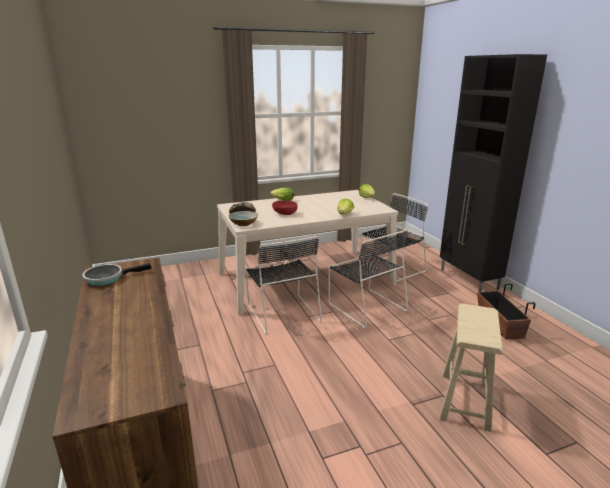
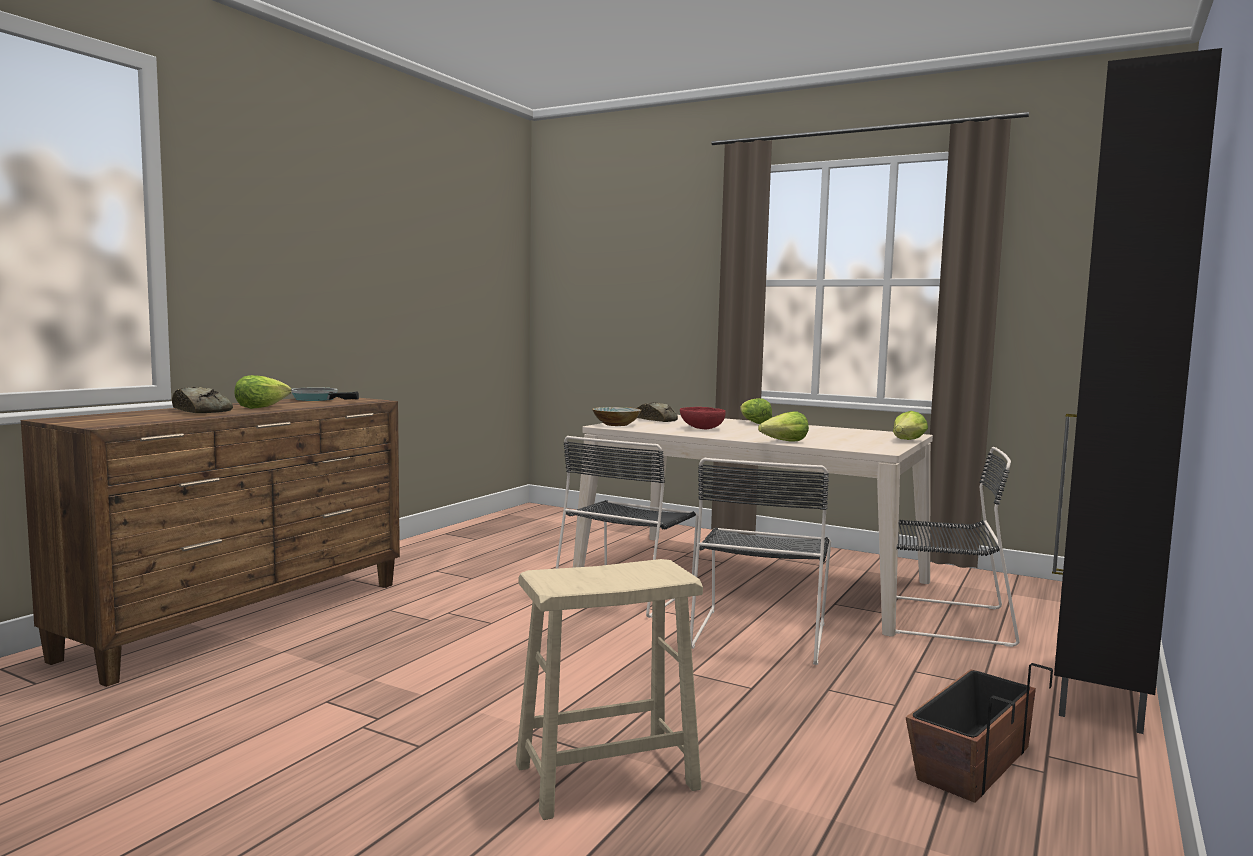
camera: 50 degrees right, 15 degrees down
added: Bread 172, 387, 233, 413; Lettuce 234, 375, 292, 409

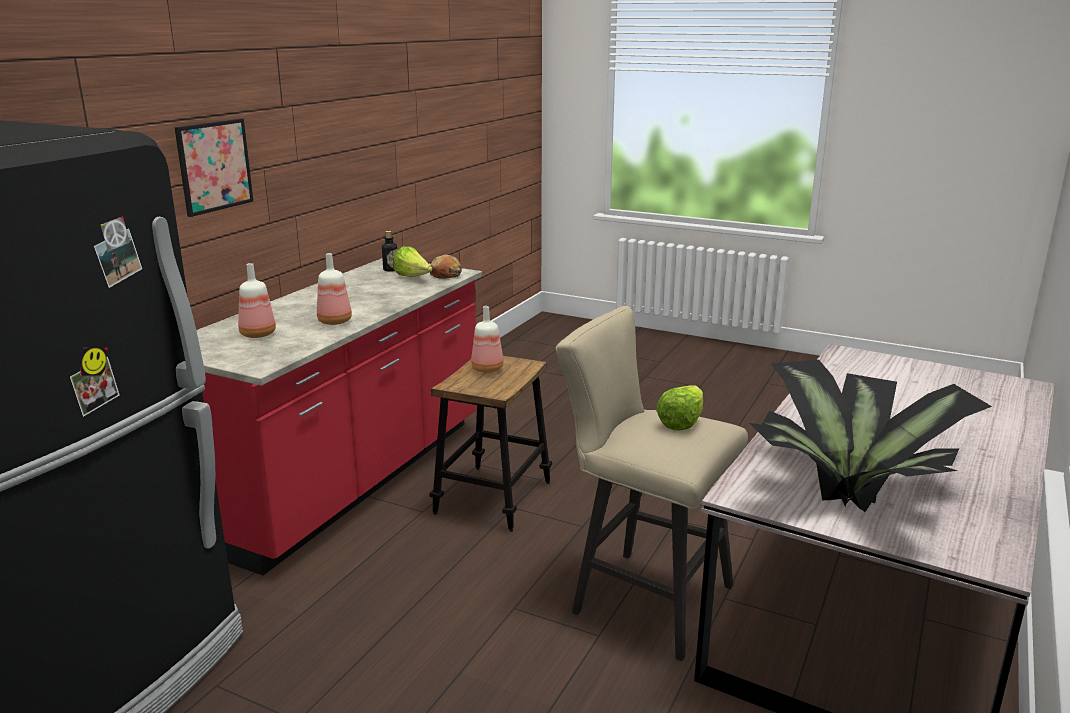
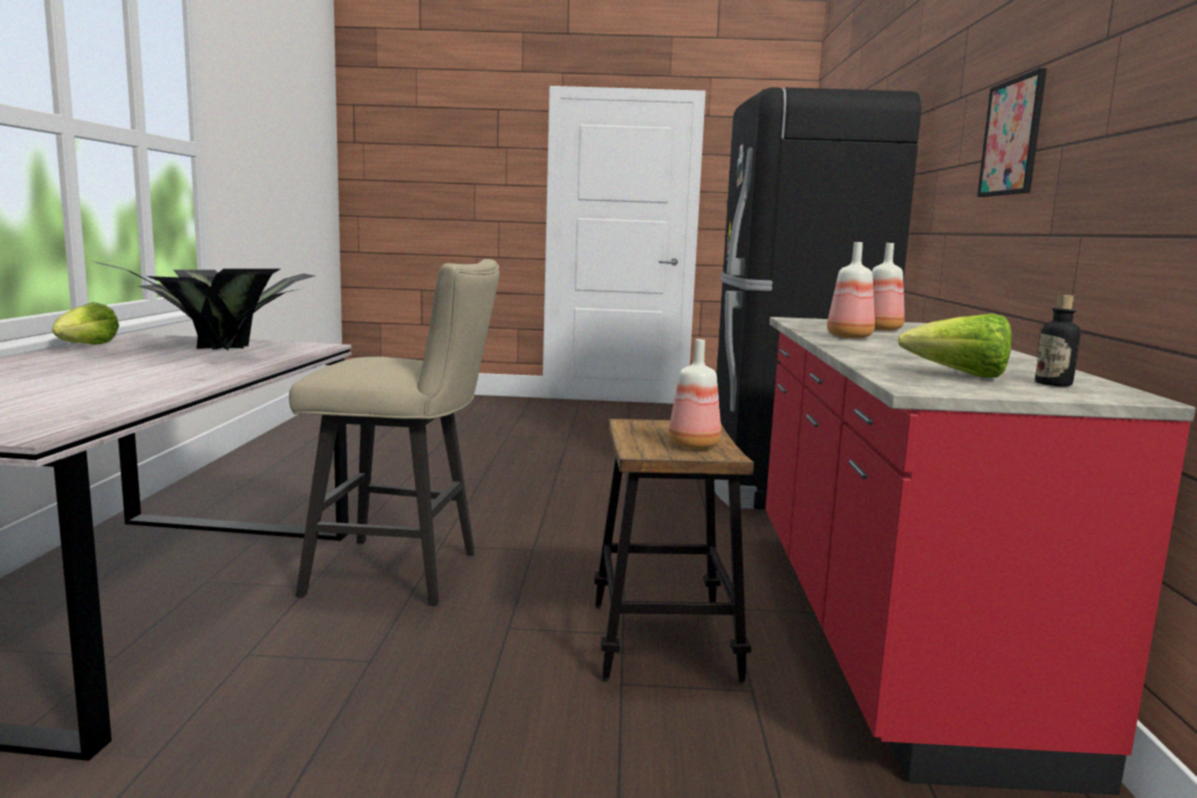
camera: 155 degrees right, 10 degrees down
removed: Bread 430, 255, 462, 279
moved: Lettuce 656, 385, 703, 430 to 52, 302, 119, 345

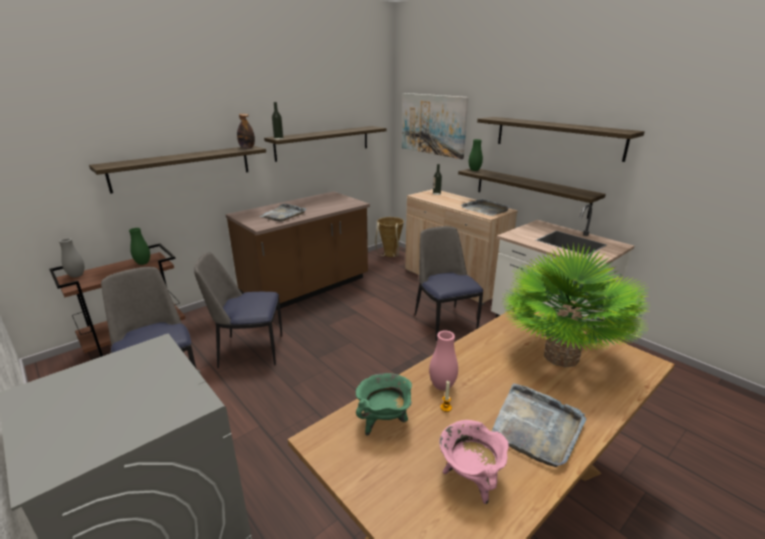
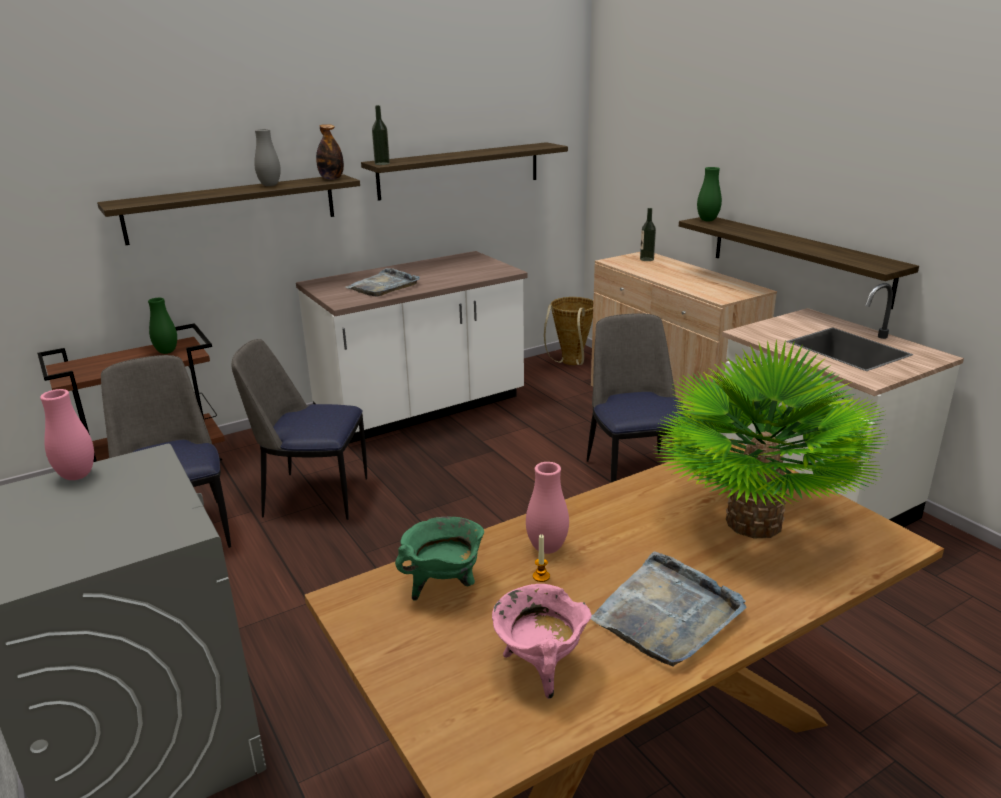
camera: 10 degrees right, 0 degrees up
removed: Picture 402, 93, 469, 159; GreyTray 460, 199, 510, 216; Shelf 477, 117, 645, 162
added: PinkVase 40, 389, 94, 480
moved: GreyVase 59, 238, 84, 277 to 254, 129, 281, 186
recoloured: BrownCounter 225, 191, 370, 310 to WhiteCounter 296, 251, 528, 443

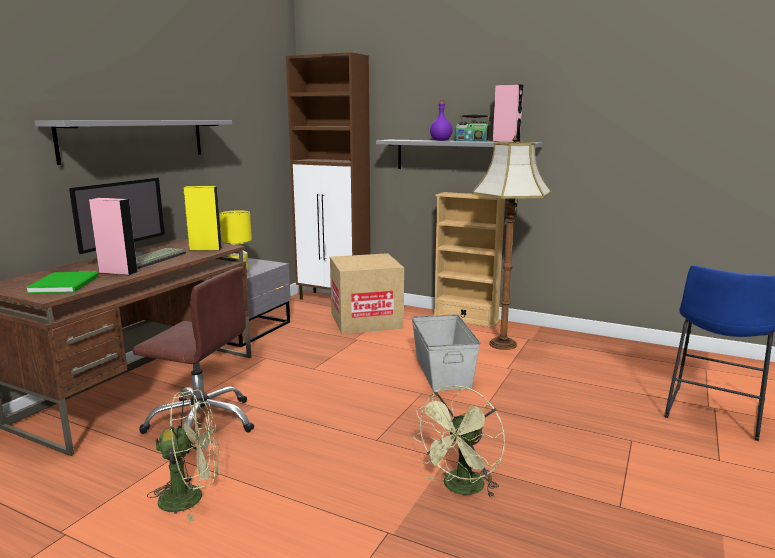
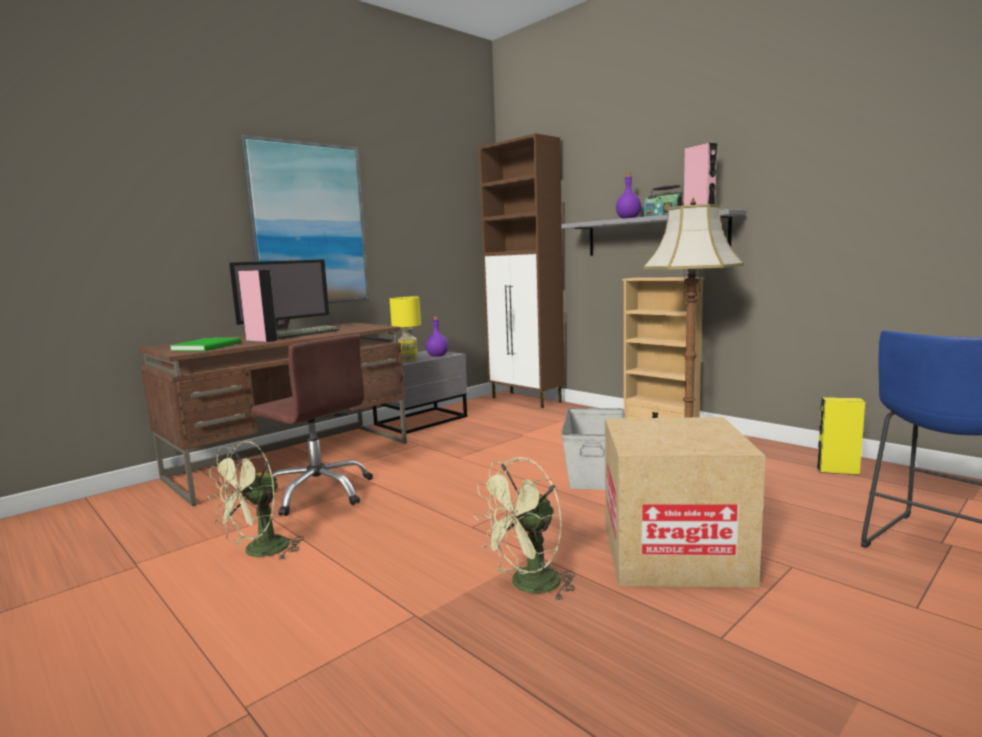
camera: 20 degrees right, 5 degrees down
added: PurpleBottle 426, 316, 449, 357
moved: YellowSpeaker 183, 186, 222, 251 to 817, 397, 865, 475; CardboardBox 330, 253, 404, 334 to 605, 417, 765, 588
replaced: GreyShelf 35, 120, 232, 165 to Picture 240, 135, 370, 304
turned: GreenFan 147, 390, 220, 522 = 208, 441, 304, 560 120 degrees clockwise

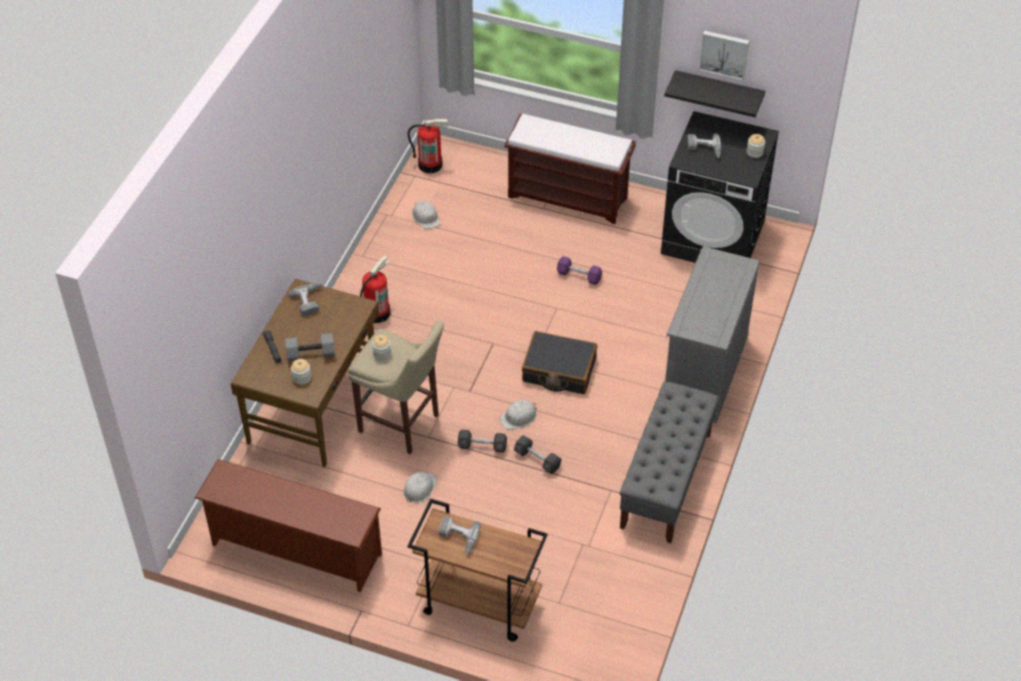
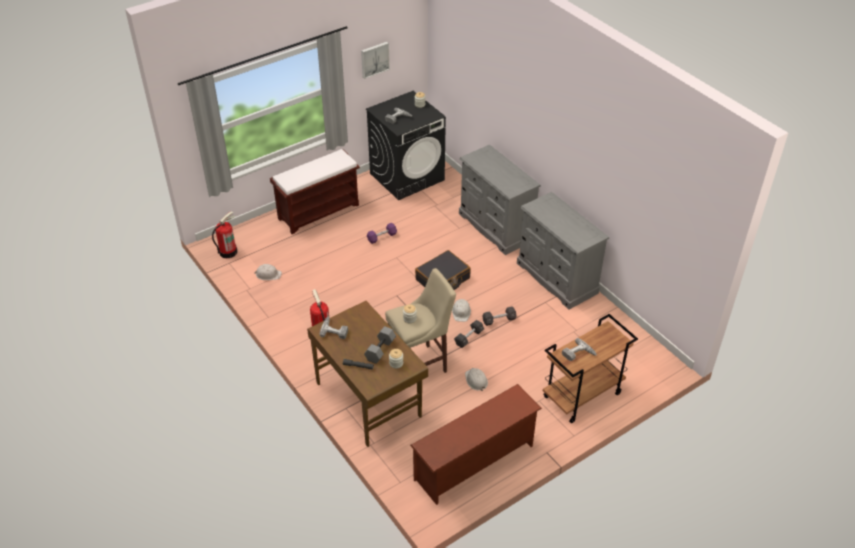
camera: 55 degrees left, 5 degrees down
removed: BlackShelf 664, 70, 765, 117
replaced: GreyBench 620, 381, 719, 543 to GreyDresser 517, 192, 609, 310

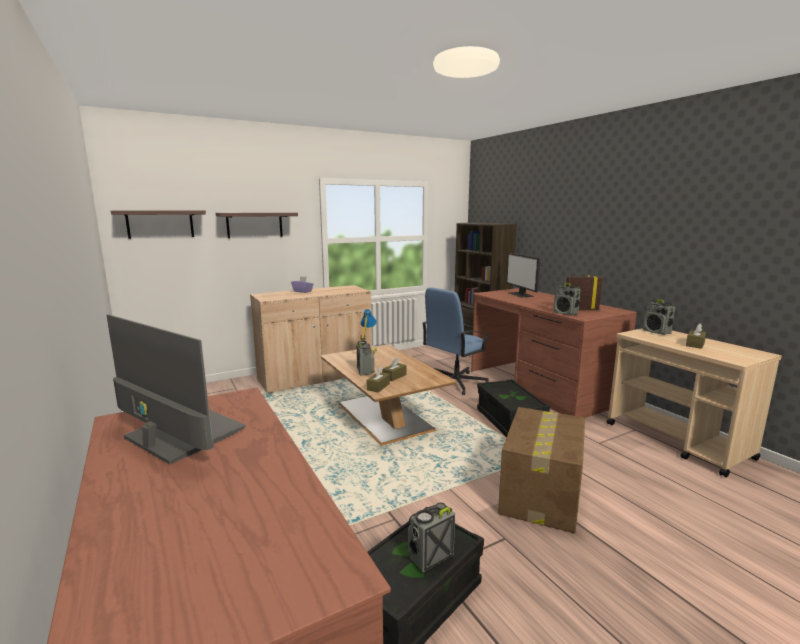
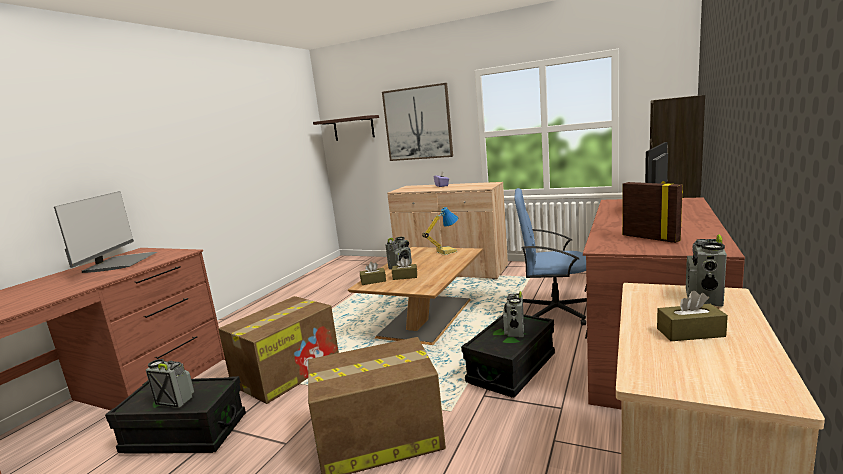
camera: 55 degrees right, 0 degrees up
added: CardboardBox 218, 296, 339, 404
moved: Radio 553, 283, 581, 315 to 503, 291, 524, 338
replaced: Shelf 216, 212, 298, 238 to Picture 382, 83, 453, 161

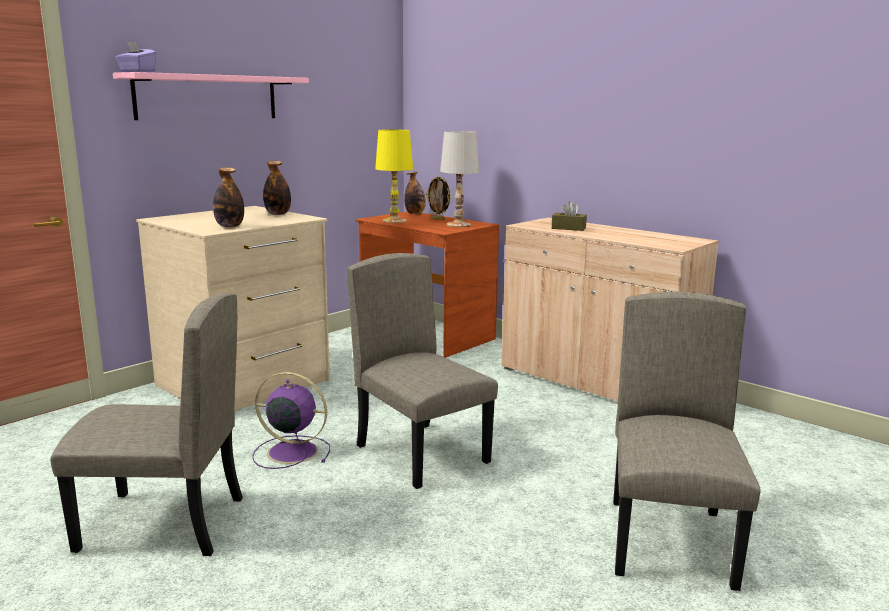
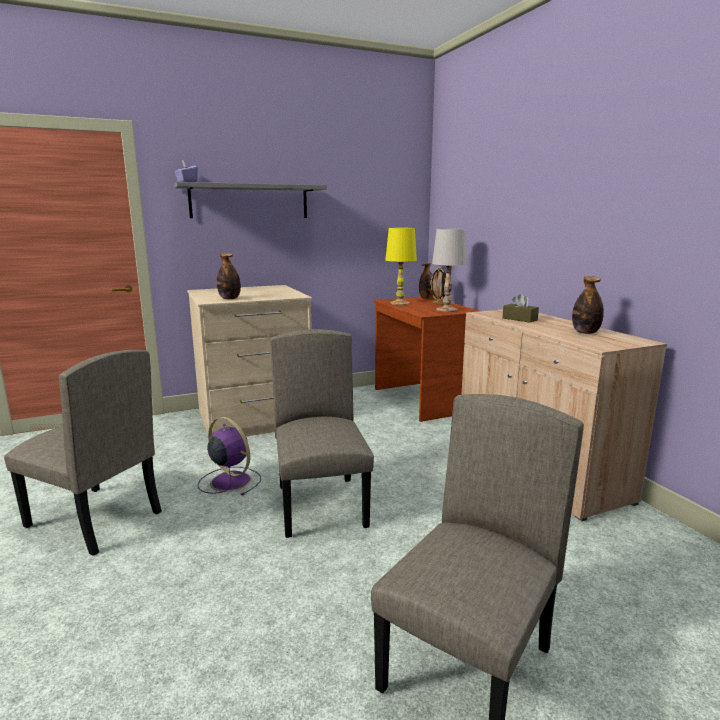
camera: 25 degrees right, 0 degrees up
moved: Bottle 263, 161, 291, 215 to 572, 276, 604, 334
recoloured: PinkShelf 113, 72, 309, 120 to GreyShelf 174, 182, 327, 218

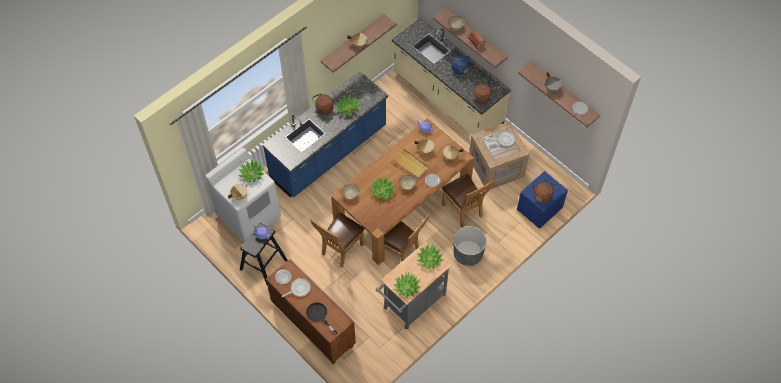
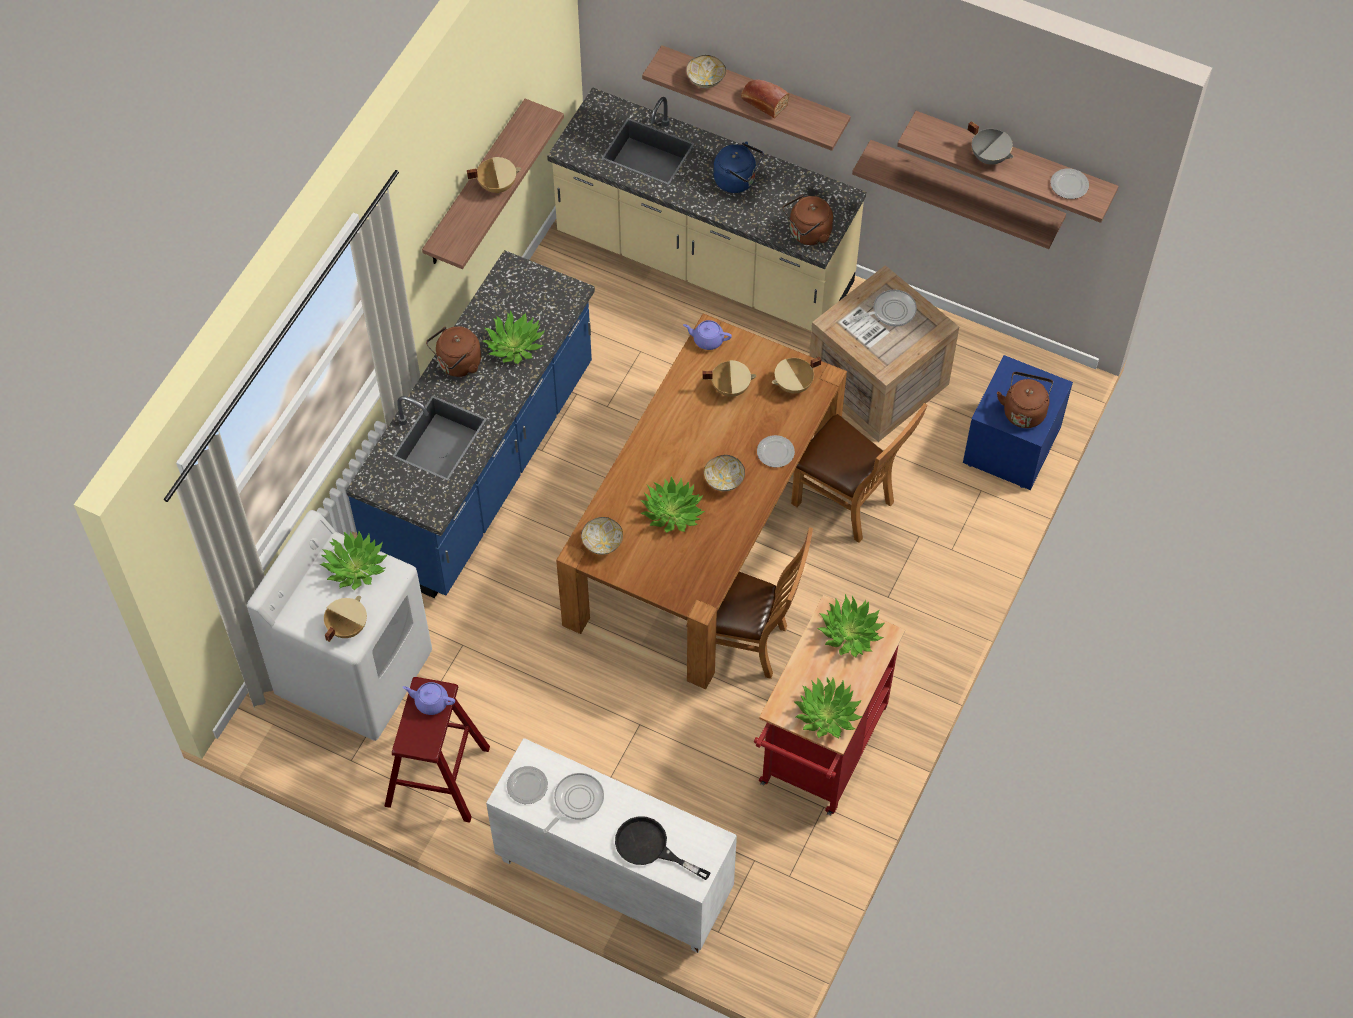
camera: 20 degrees left, 0 degrees up
removed: BrownChair 310, 212, 365, 268; BeigeTray 392, 148, 429, 179; GreyPlanter 453, 226, 487, 266
added: Shelf 852, 140, 1066, 249
recoloured: BlackStool 240, 223, 288, 285 to RedStool 384, 677, 490, 823; BrownCabinet 266, 259, 356, 364 to WhiteCabinet 486, 738, 737, 953; GreyCart 376, 241, 452, 329 to RedCart 754, 595, 905, 815

